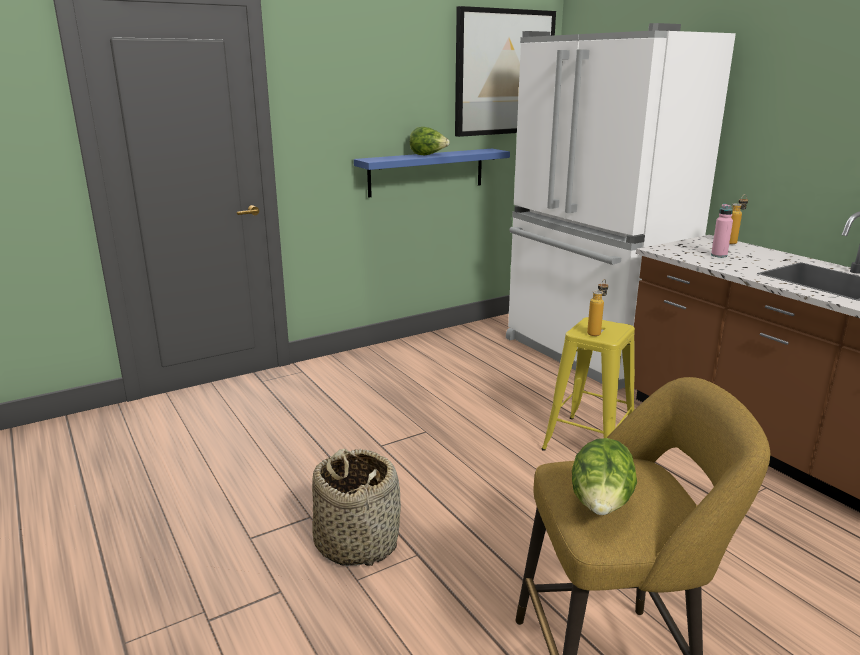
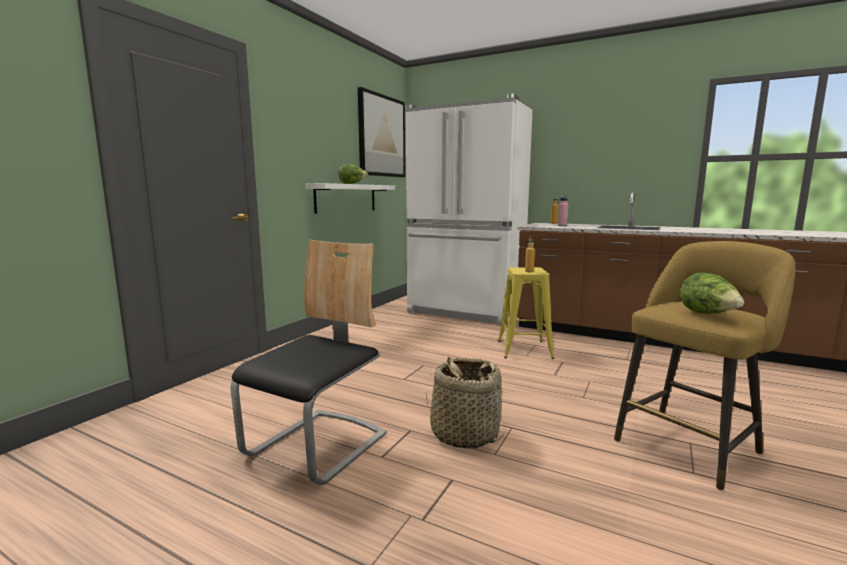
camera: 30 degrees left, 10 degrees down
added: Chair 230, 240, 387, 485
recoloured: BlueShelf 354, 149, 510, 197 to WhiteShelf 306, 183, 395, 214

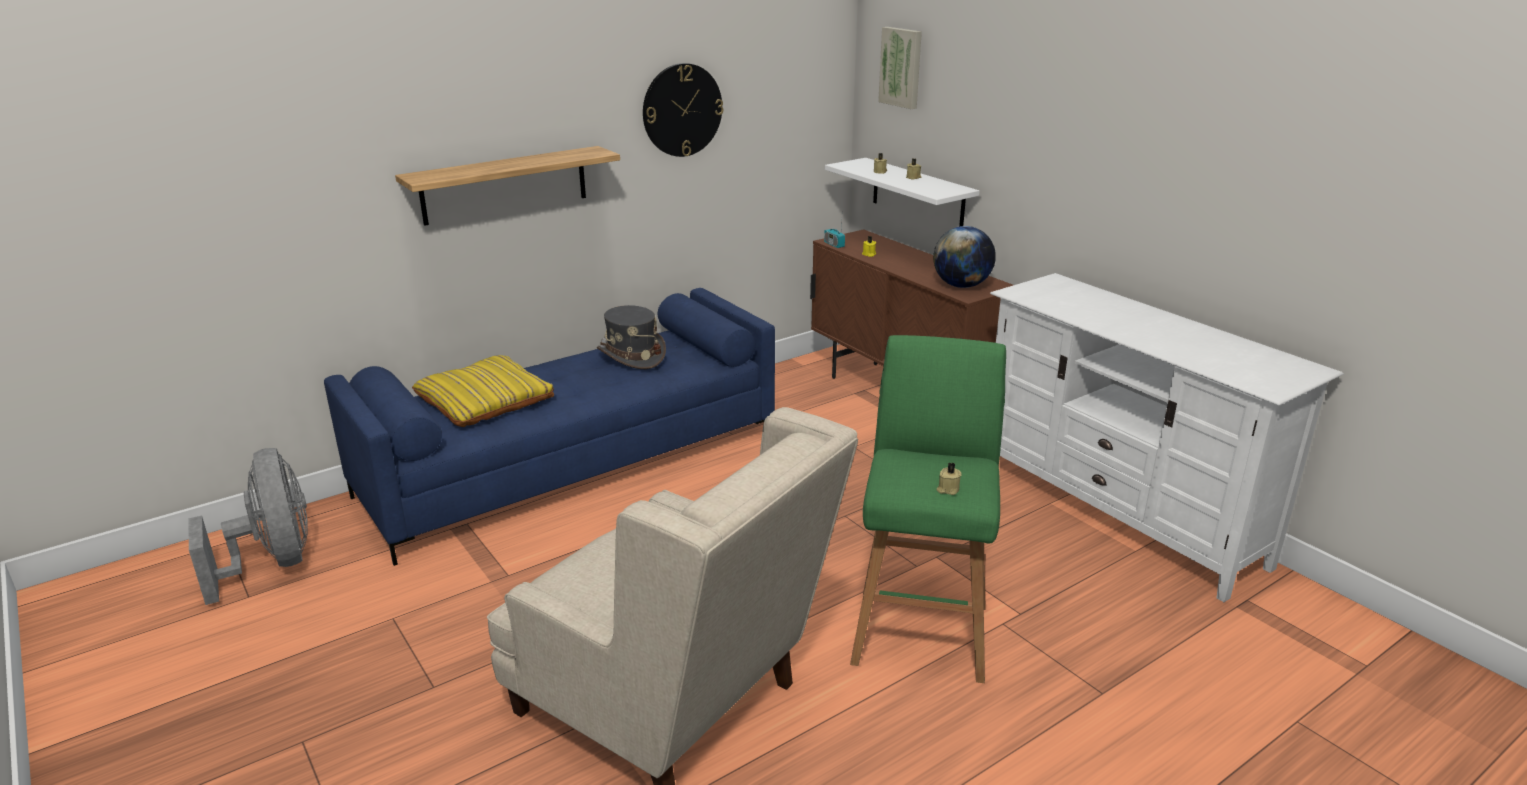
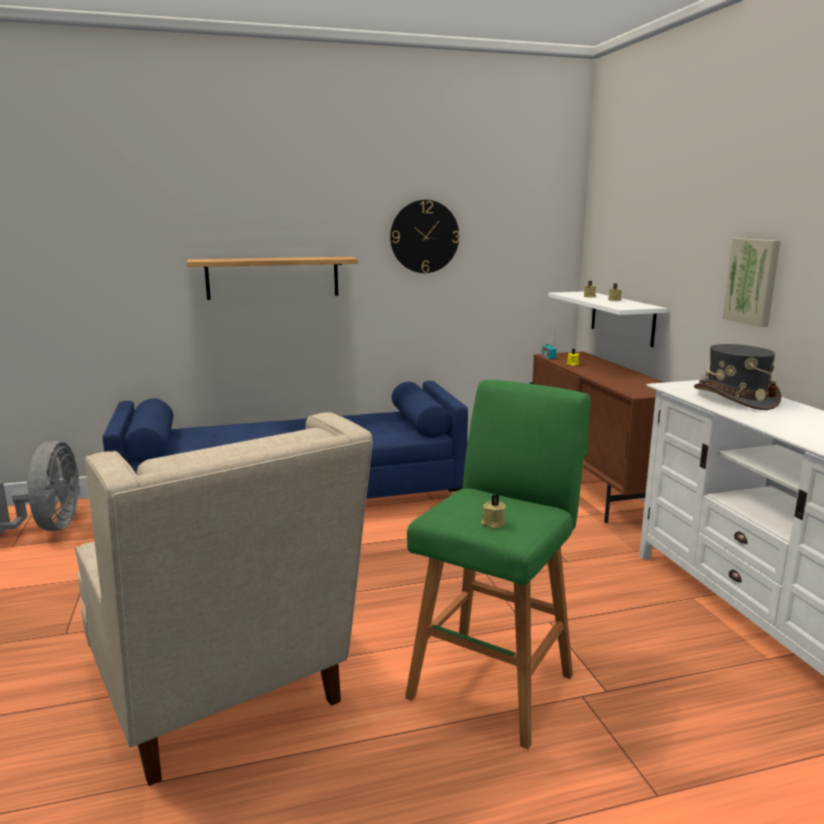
camera: 20 degrees right, 10 degrees down
removed: YellowPillow 412, 355, 554, 427; Globe 933, 226, 996, 288
moved: GreyHat 597, 305, 666, 369 to 694, 344, 782, 410; Picture 878, 27, 922, 109 to 723, 239, 781, 327

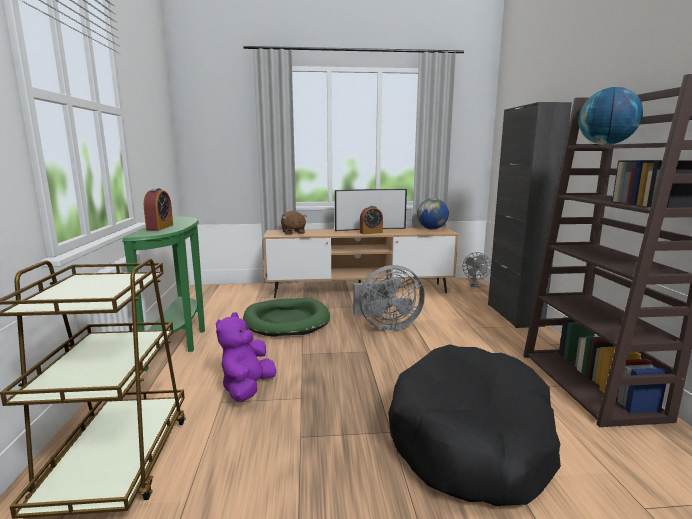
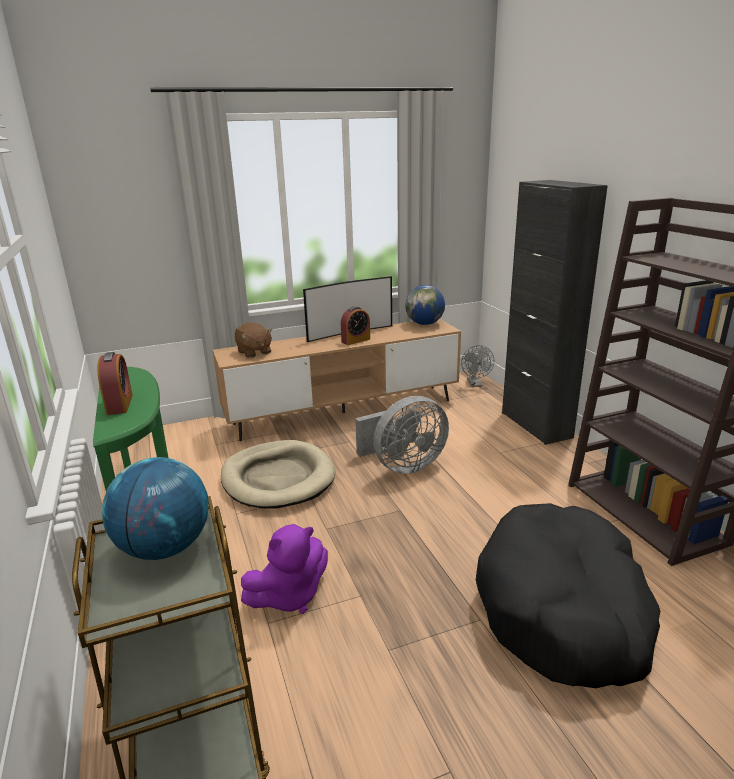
camera: 15 degrees left, 10 degrees up
moved: Globe 579, 87, 643, 145 to 102, 457, 209, 560
recoloured: GreenDogBed 243, 298, 330, 337 to BeigeDogBed 221, 440, 336, 509
turned: PurplePlushToy 216, 312, 276, 402 = 241, 524, 328, 614 120 degrees counterclockwise

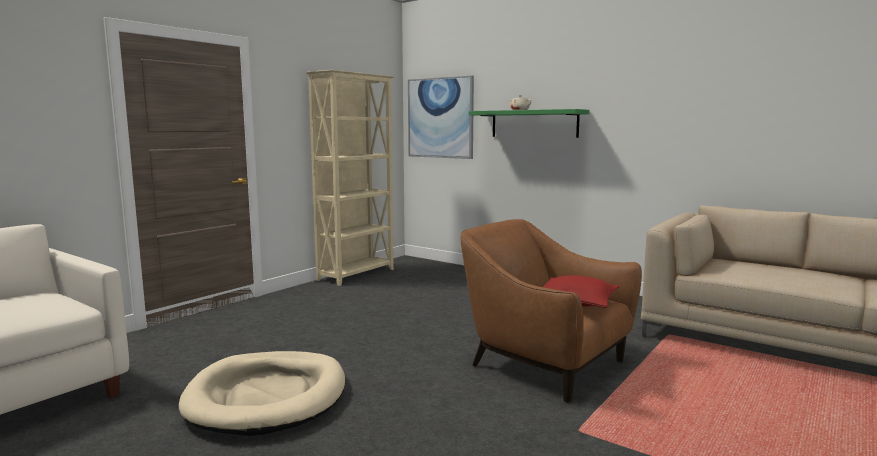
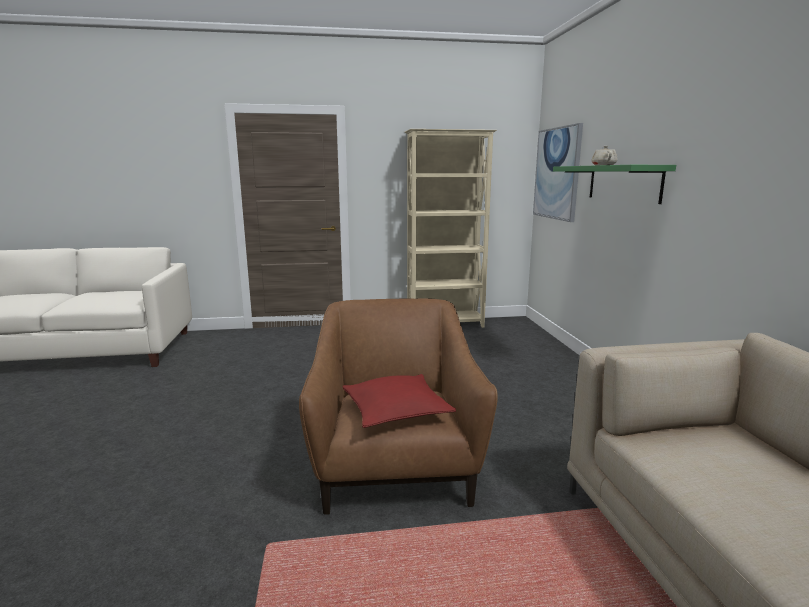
camera: 45 degrees right, 5 degrees up
removed: BeigeDogBed 179, 351, 345, 436

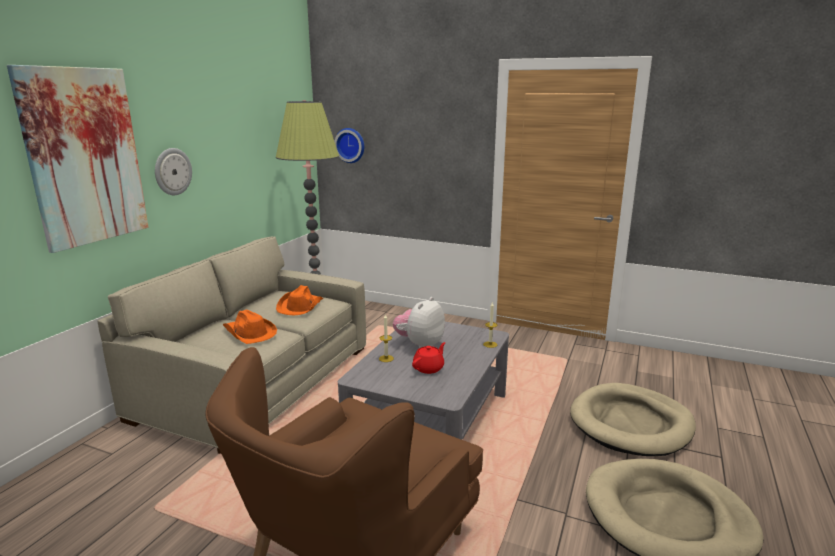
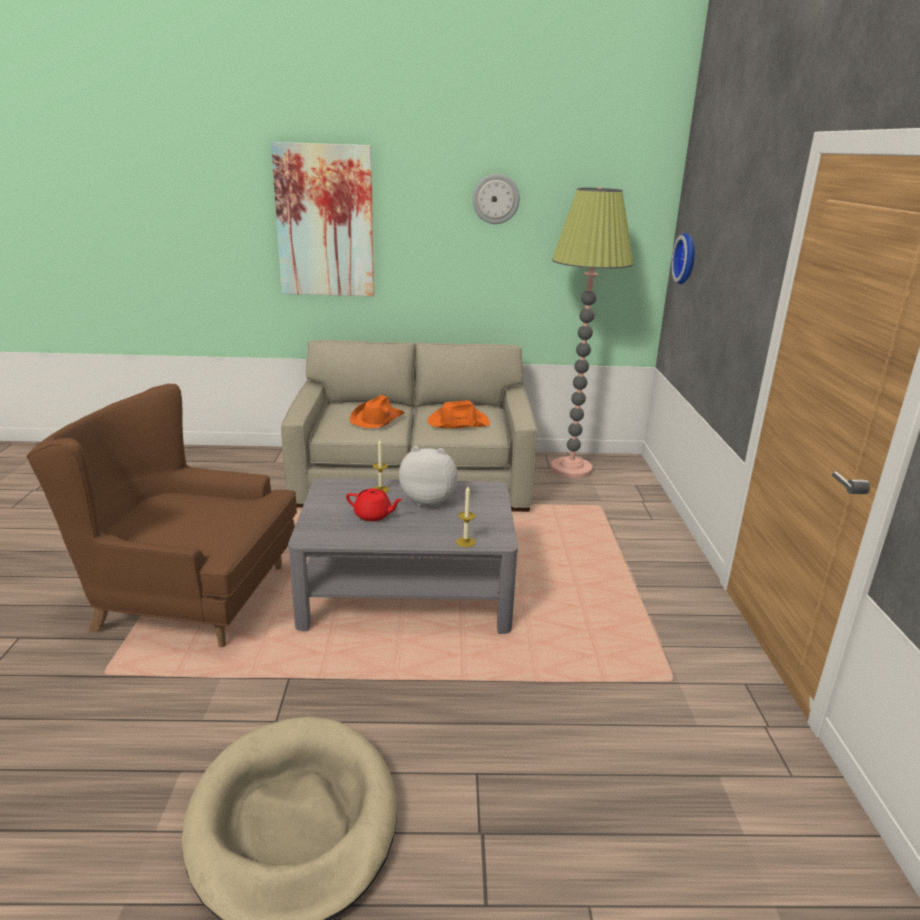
camera: 65 degrees right, 5 degrees up
removed: BeigeDogBed 570, 383, 696, 456
moved: WallClock 155, 148, 192, 195 to 472, 174, 520, 224

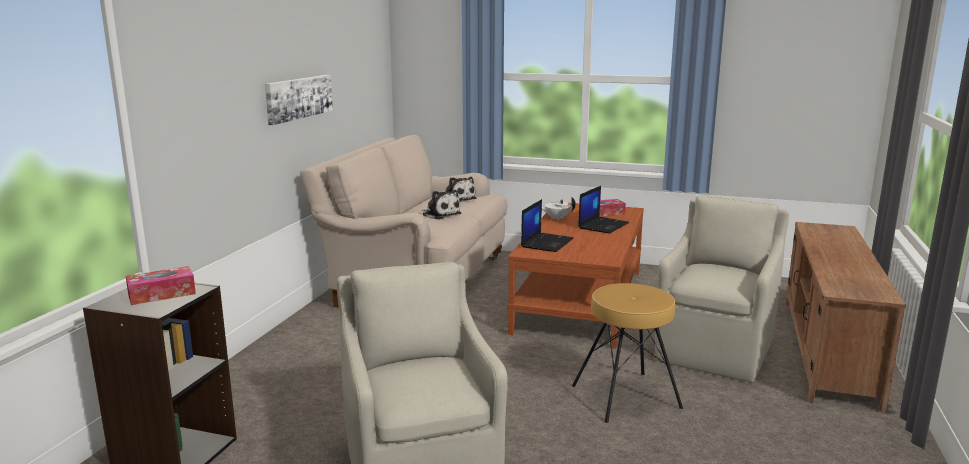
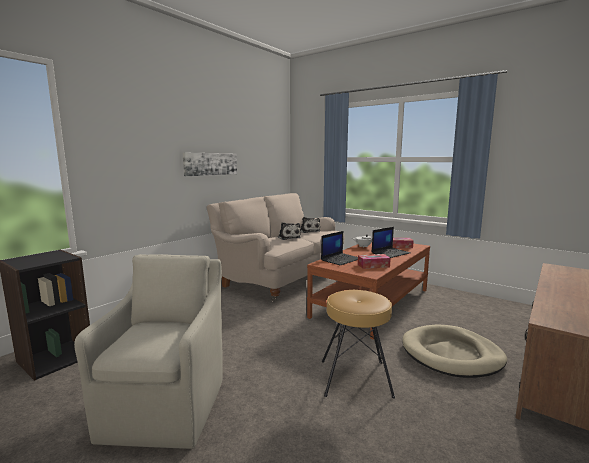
camera: 20 degrees right, 5 degrees down
moved: TissueBox 126, 266, 196, 305 to 358, 254, 391, 269
replaced: BeigeArmchair 655, 195, 789, 382 to BeigeDogBed 402, 324, 507, 378

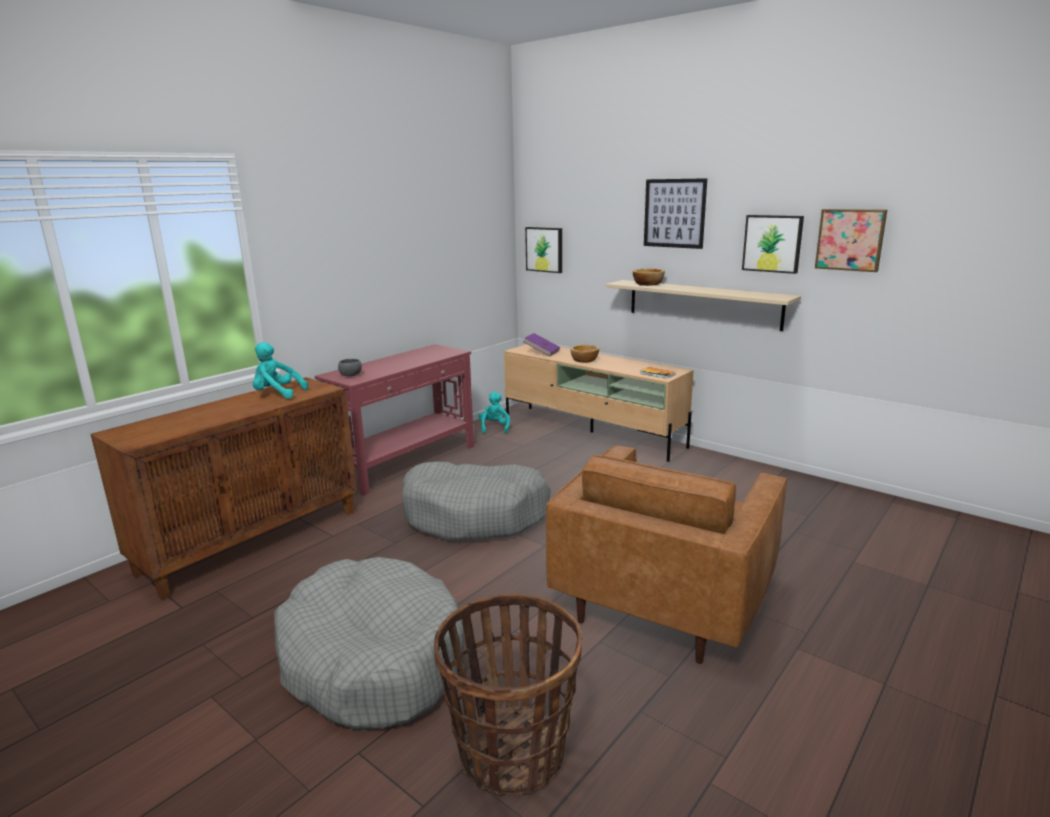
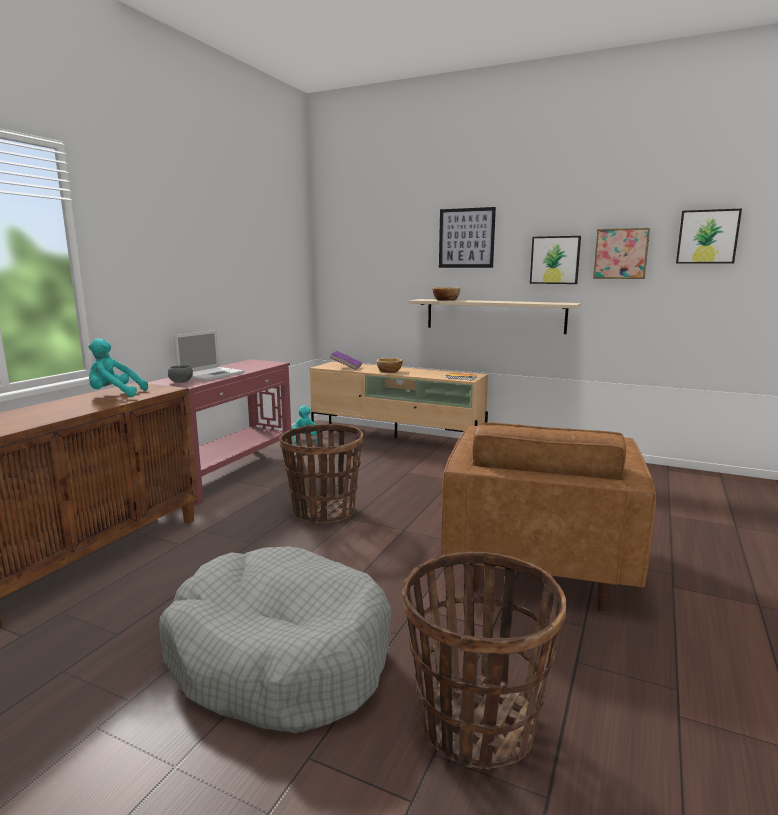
camera: 15 degrees left, 5 degrees down
added: Laptop 174, 330, 245, 381
moved: Picture 525, 227, 562, 273 to 676, 209, 742, 264
replaced: GreyDogBed 402, 462, 551, 541 to Basket 279, 424, 363, 523

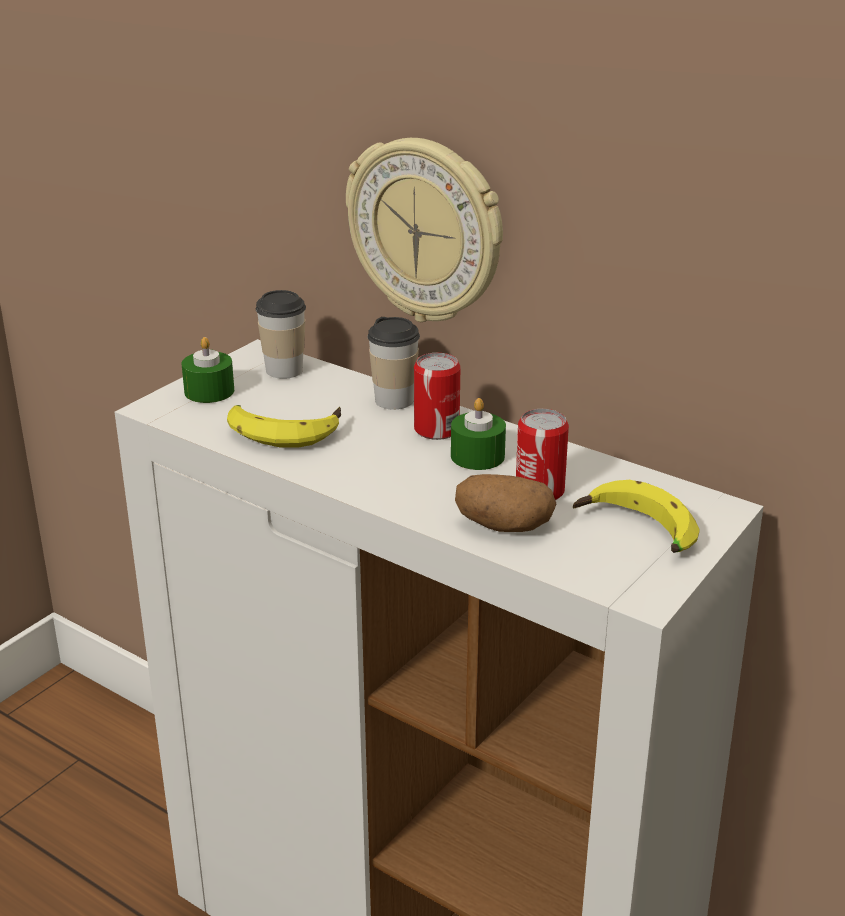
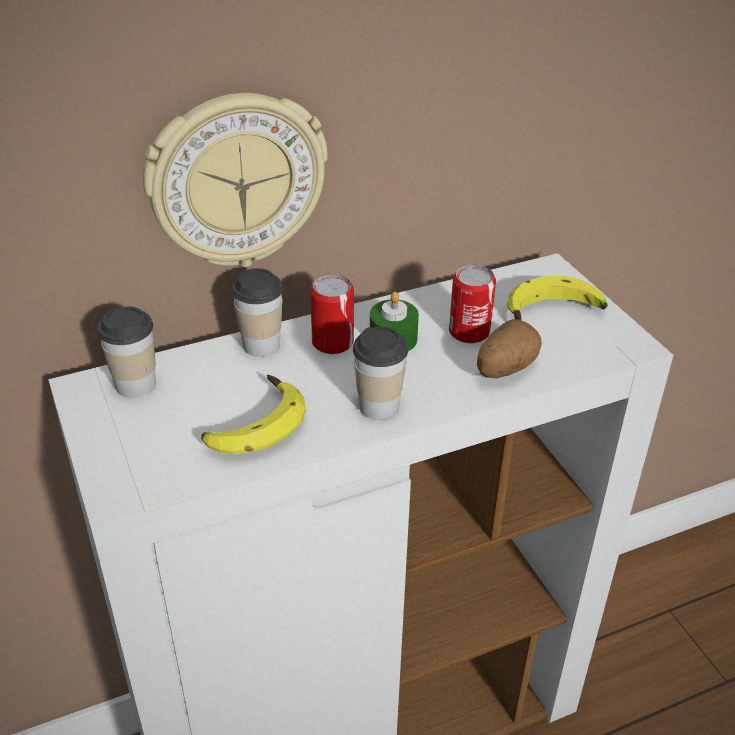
camera: 60 degrees left, 10 degrees up
removed: GreenCandle 181, 337, 234, 403
added: Cup 353, 327, 408, 420

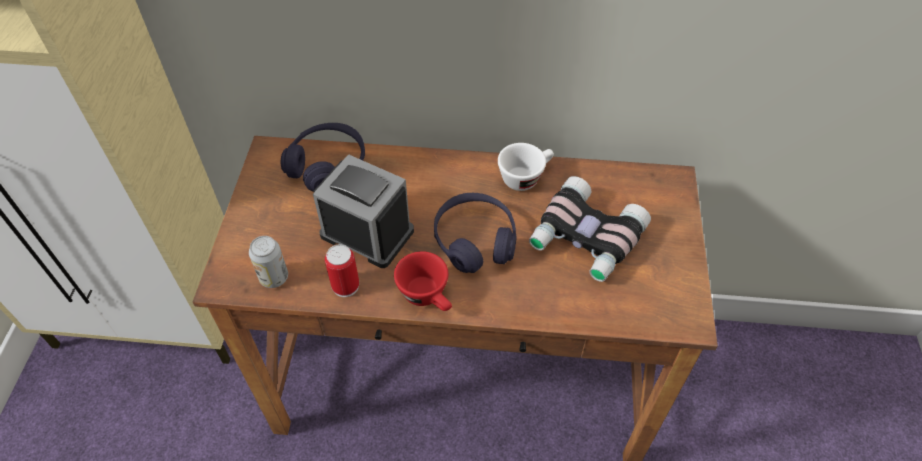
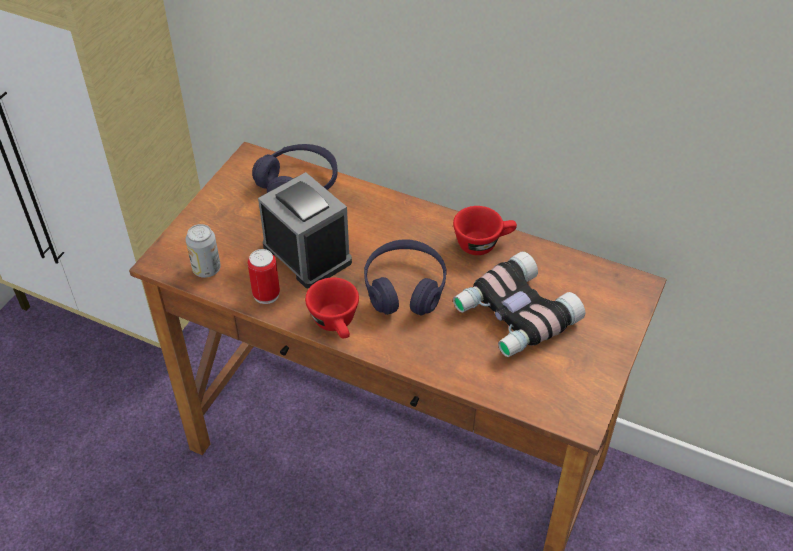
camera: 20 degrees right, 5 degrees down
recoloured: WhiteCup 498, 143, 554, 191 to RedCup 453, 206, 517, 255

